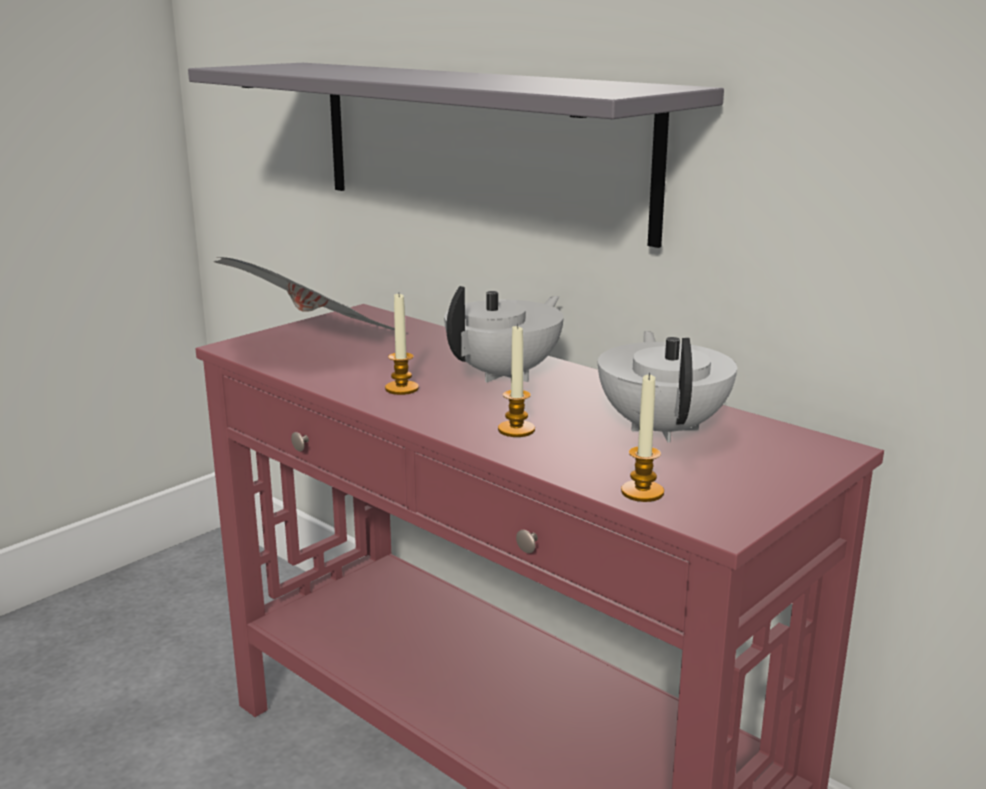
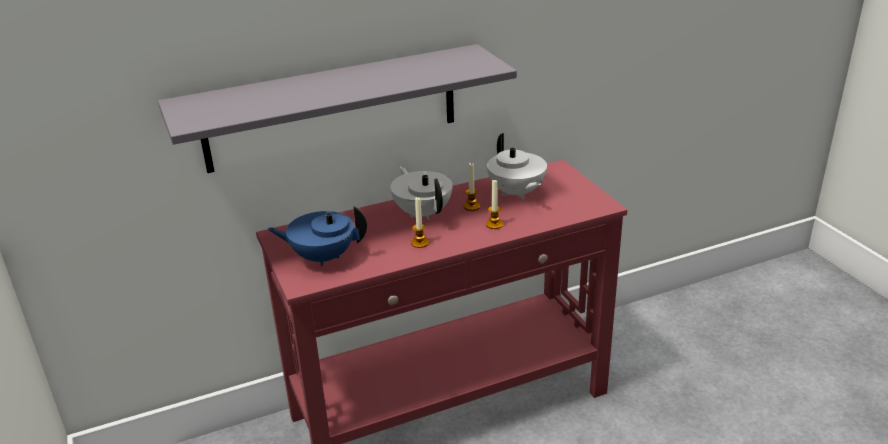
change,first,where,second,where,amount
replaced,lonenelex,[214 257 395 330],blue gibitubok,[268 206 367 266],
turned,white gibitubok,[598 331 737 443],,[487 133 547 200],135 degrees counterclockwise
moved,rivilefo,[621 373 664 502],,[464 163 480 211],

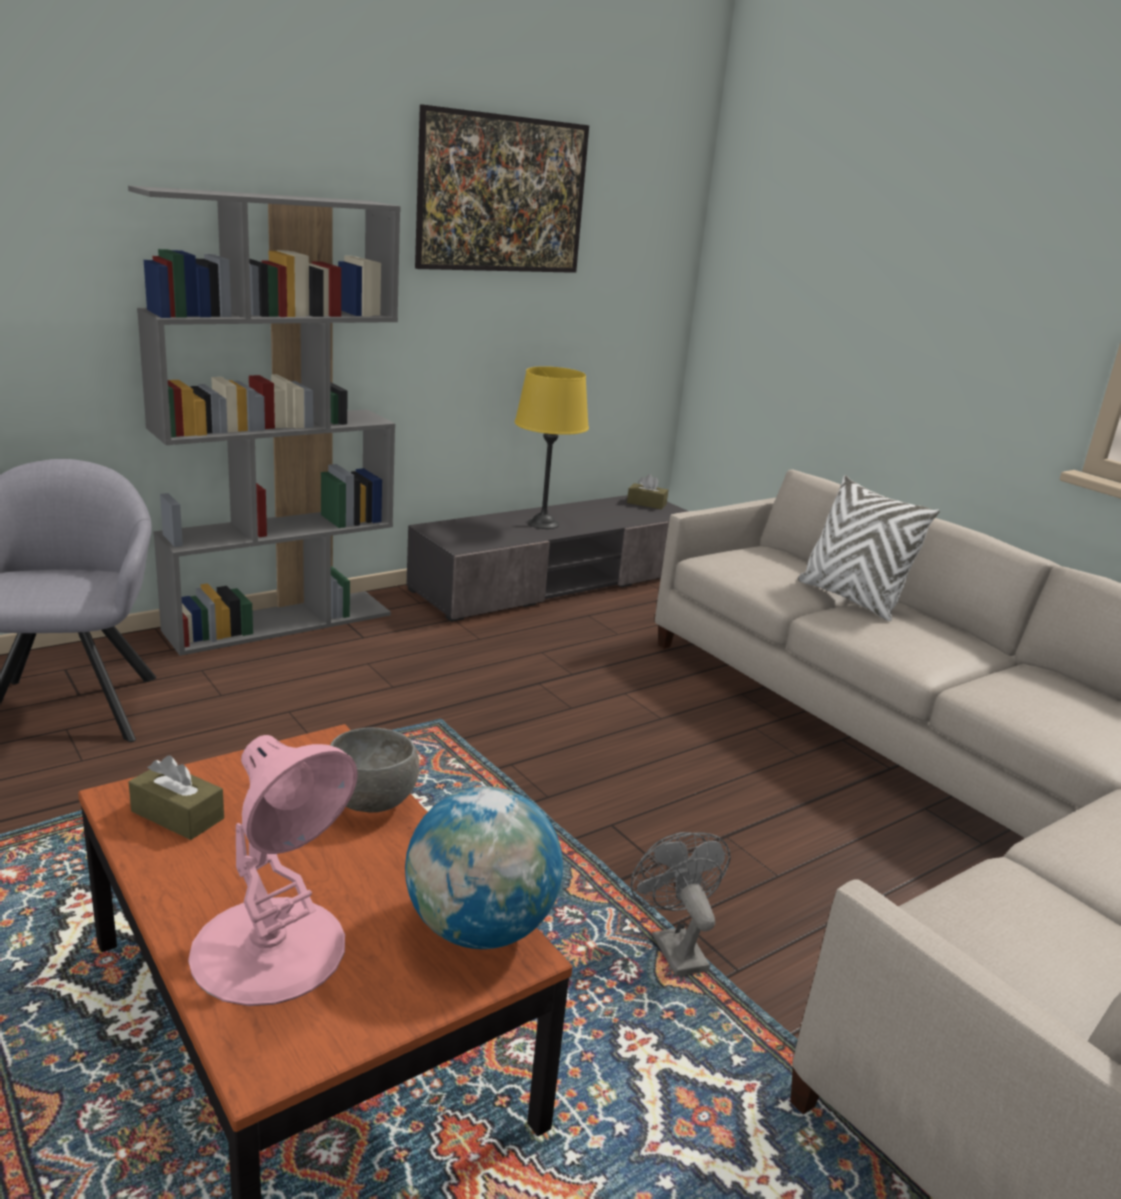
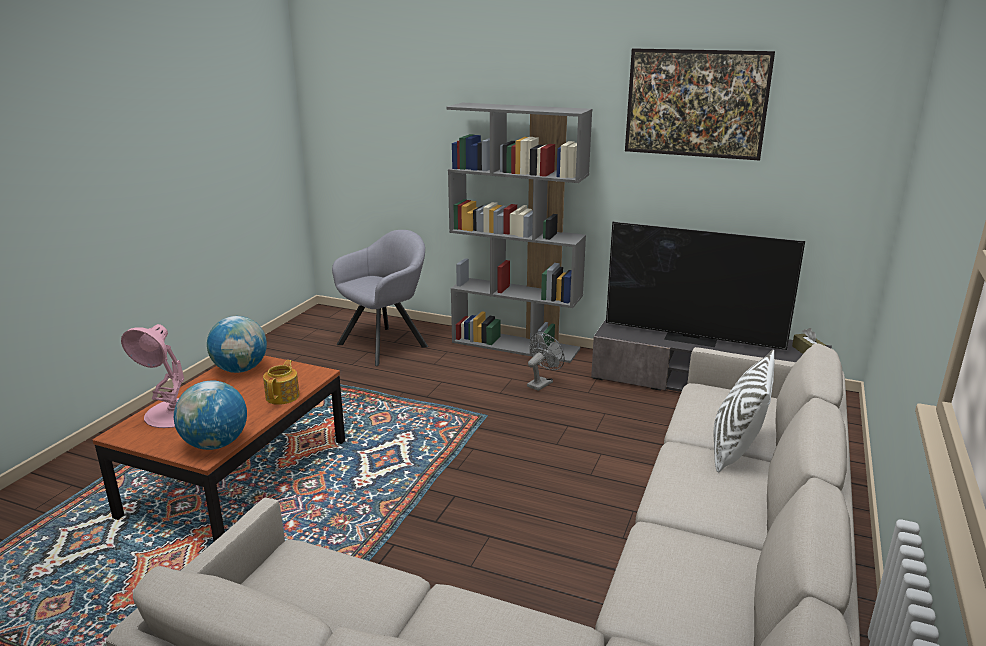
change,first,where,second,where,amount
replaced,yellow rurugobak,[515 366 589 529],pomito,[606 222 805 350],
replaced,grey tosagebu,[330 727 419 813],gibitubok,[263 360 300 405],
replaced,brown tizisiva,[129 755 224 840],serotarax,[207 316 267 373],
moved,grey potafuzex,[630 832 731 977],,[527 333 565 391],

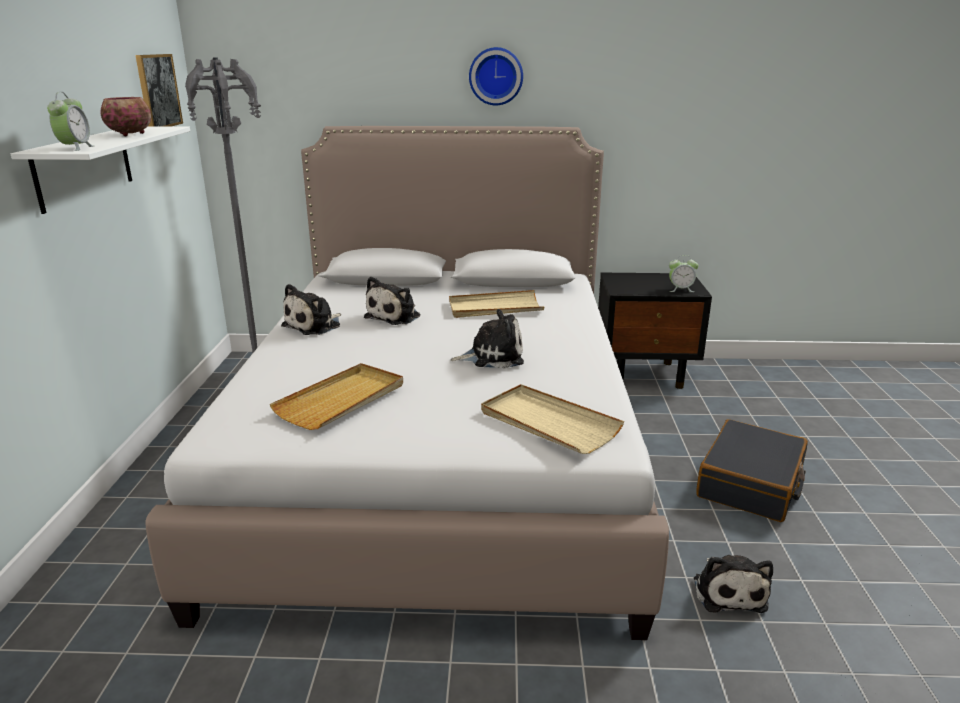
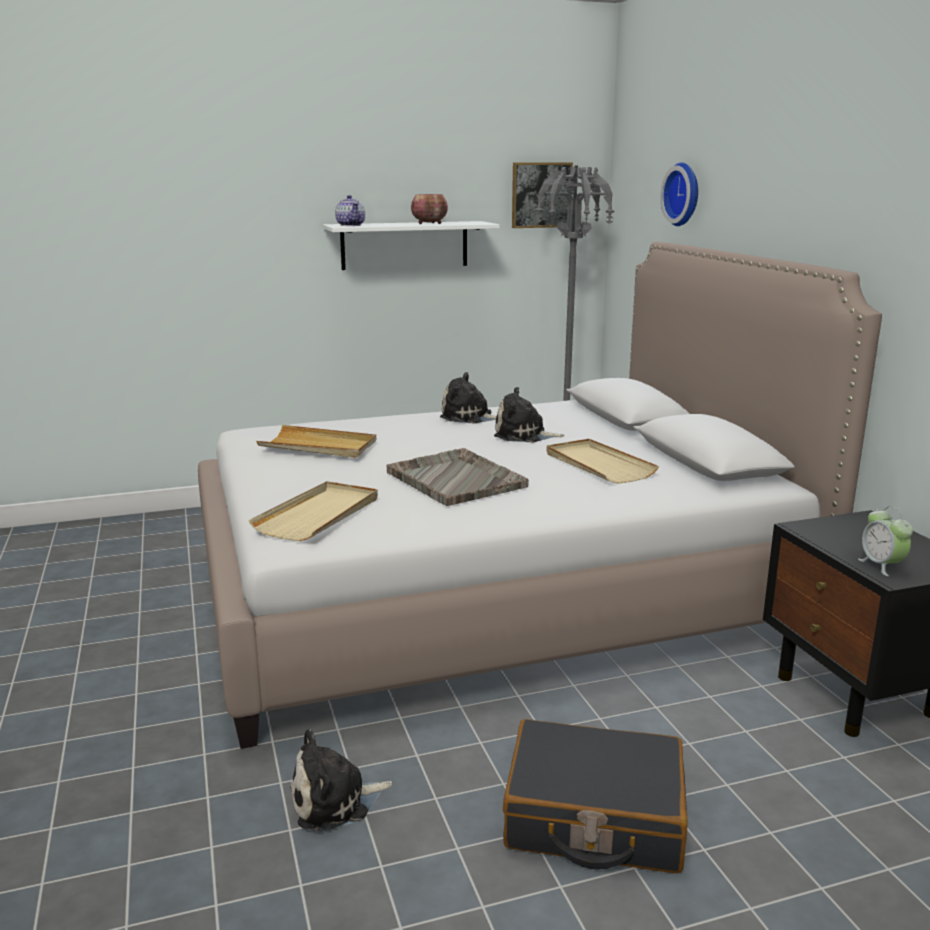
change,first,where,second,where,amount
moved,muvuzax,[469 47 523 106],,[660 162 698 226],
replaced,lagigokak,[47 92 93 151],gibitubok,[335 195 365 226],
replaced,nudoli,[451 309 524 368],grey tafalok,[386 448 529 506],

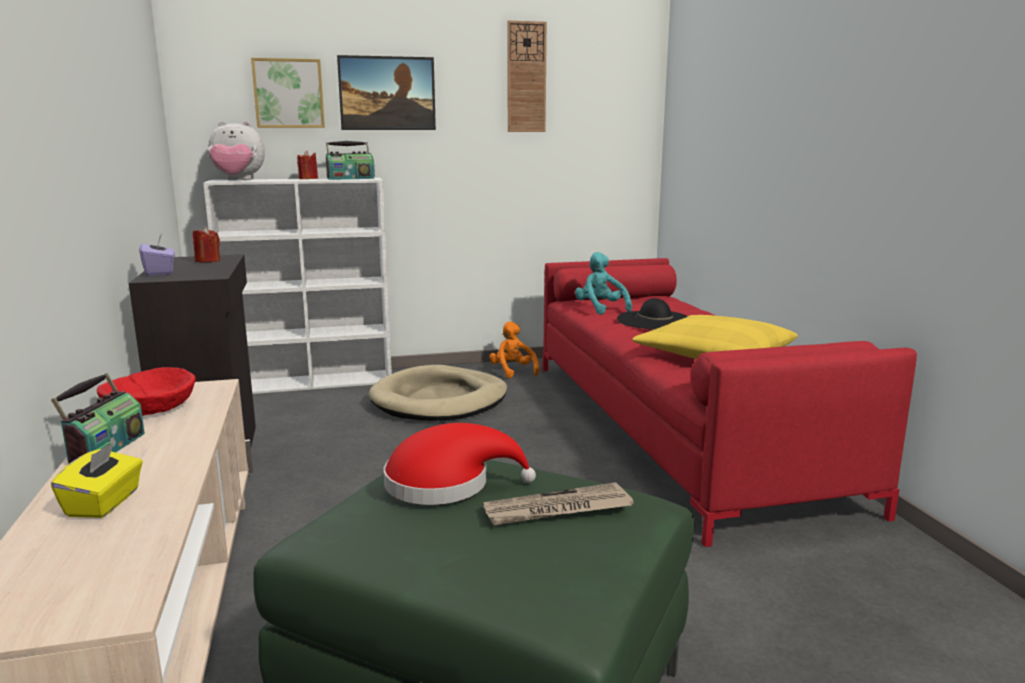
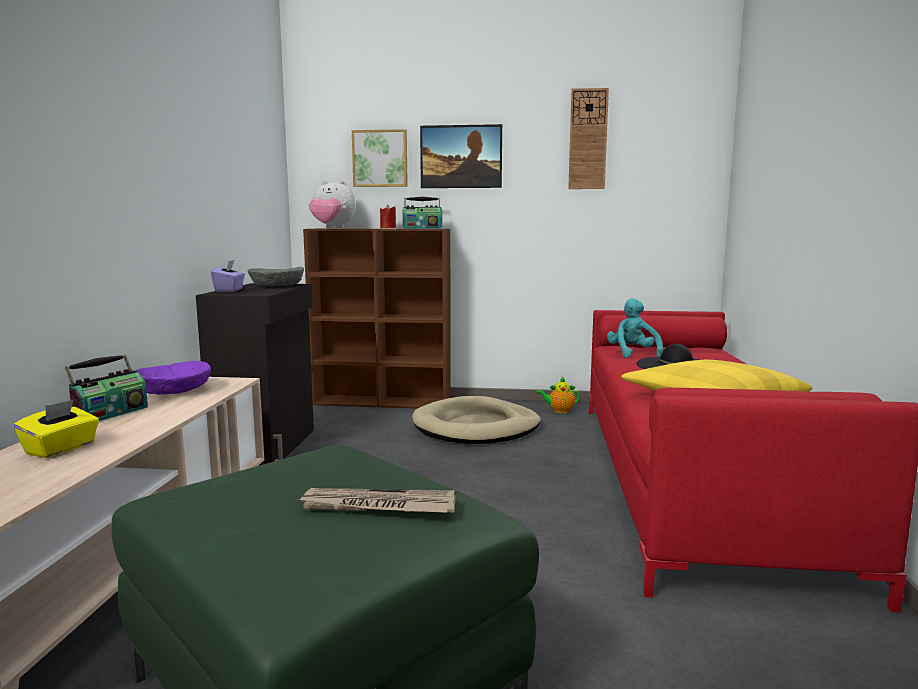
change,first,where,second,where,amount
recoloured,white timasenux,[203 178 392 394],brown timasenux,[303 229 451 409],
replaced,red rivilefo,[193 227 220 263],grey tosagebu,[247 267 304 286],
replaced,orange nudoli,[489 321 539 378],gibitubok,[536 377 580 413],
recoloured,red tosagebu,[97 367 196 416],purple tosagebu,[135 361 211 395],
removed,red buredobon,[384 423 536 505],,,

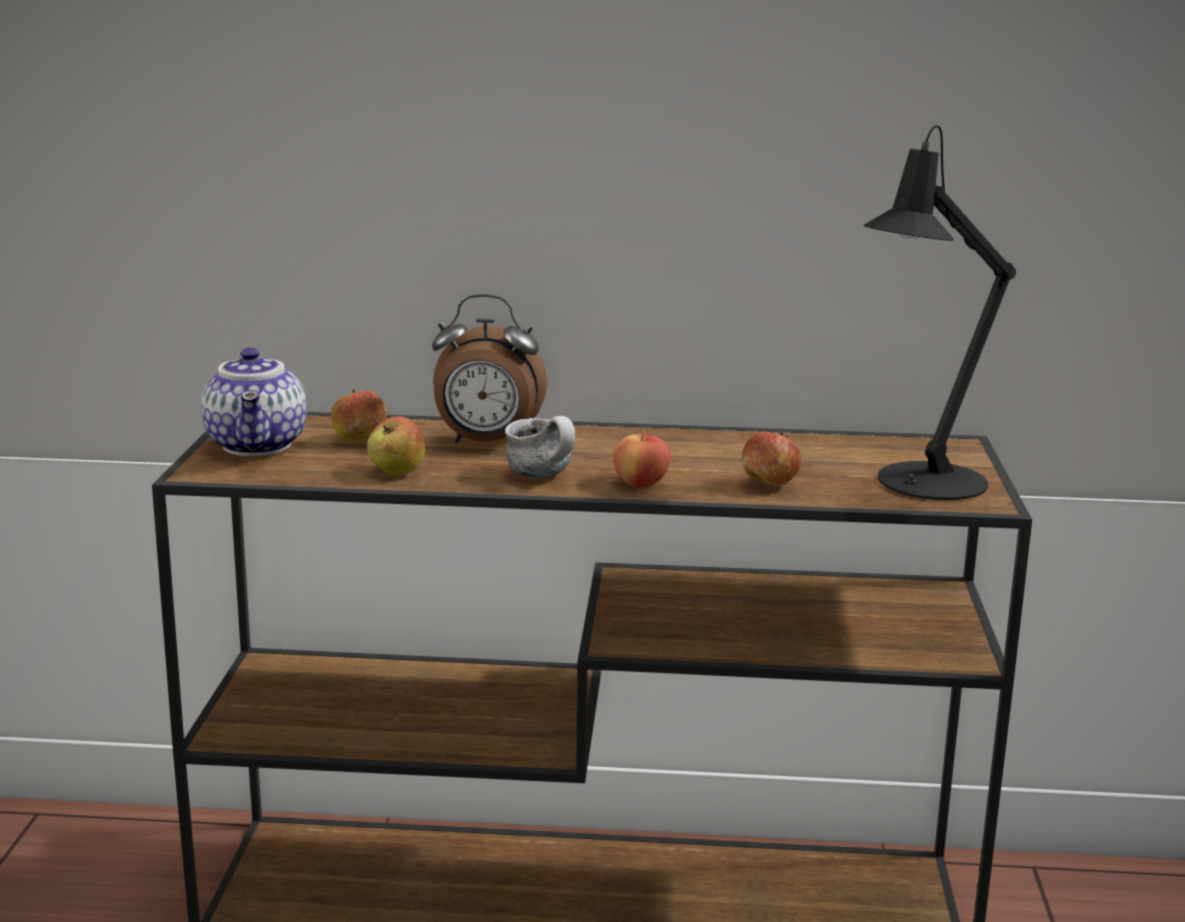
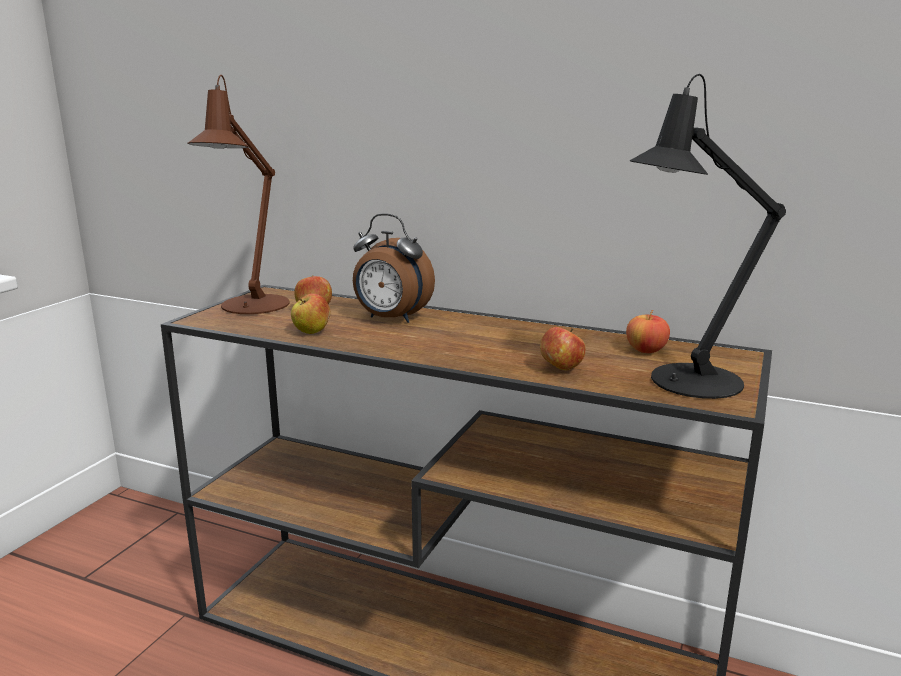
change,first,where,second,where,amount
replaced,gibitubok,[201 348 307 456],brown rurugobak,[188 75 289 314],
removed,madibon,[505 416 575 478],,,
moved,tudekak,[613 428 671 487],,[626 310 670 353],

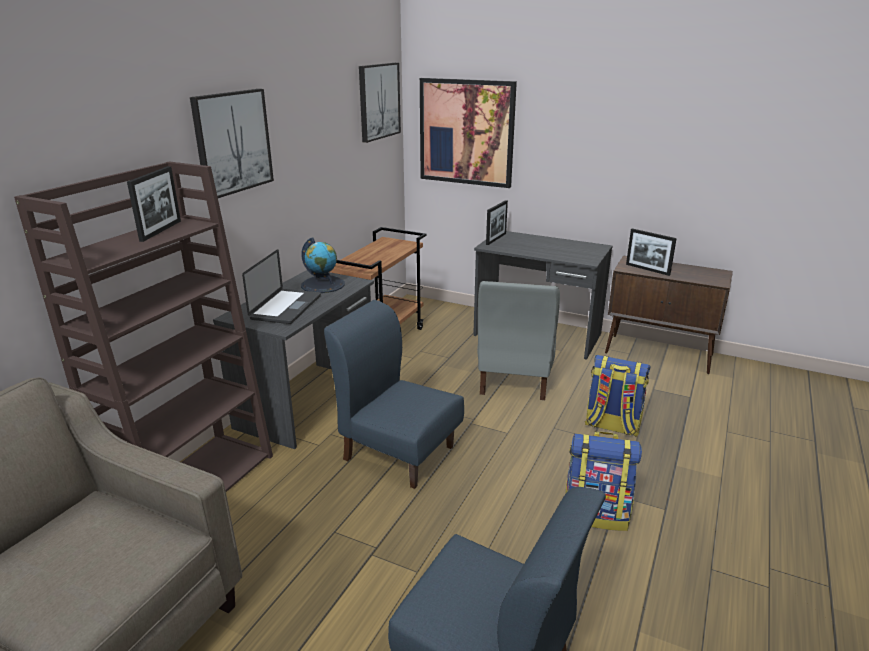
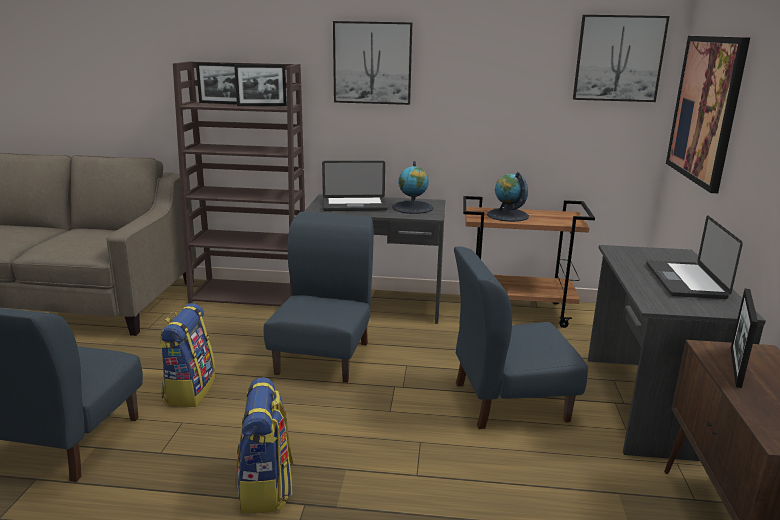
change,first,where,second,where,amount
moved,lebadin,[486 200 508 245],,[196 62 239 105],
recoloured,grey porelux,[477 281 560 400],blue porelux,[454 247 588 429],
moved,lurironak,[585 355 651 437],,[159 303 215 407],
added,,,serotarax,[487 172 529 222],
added,,,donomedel,[646 215 743 299],

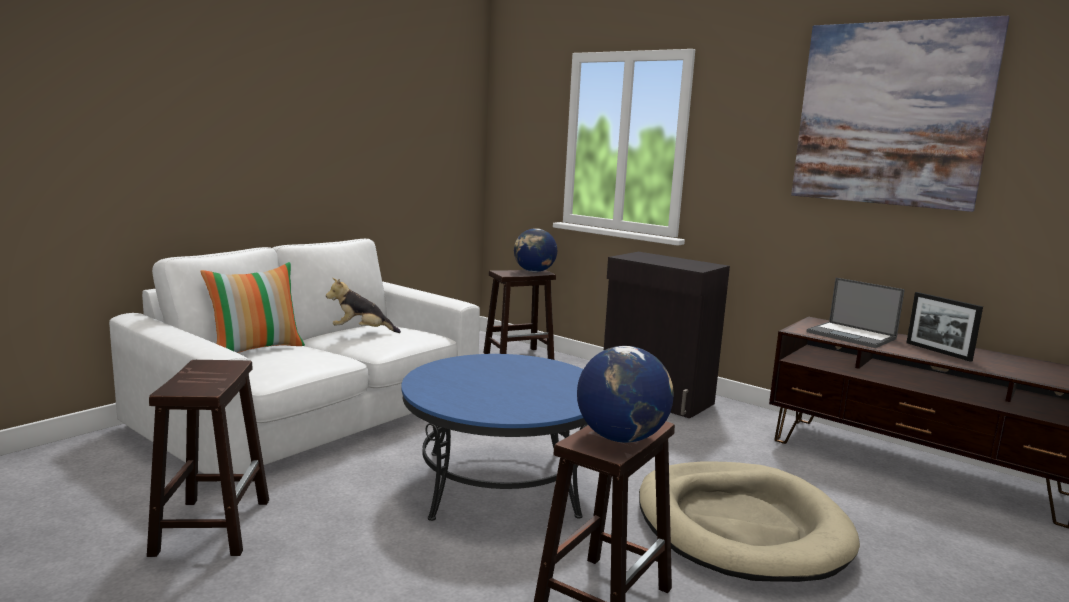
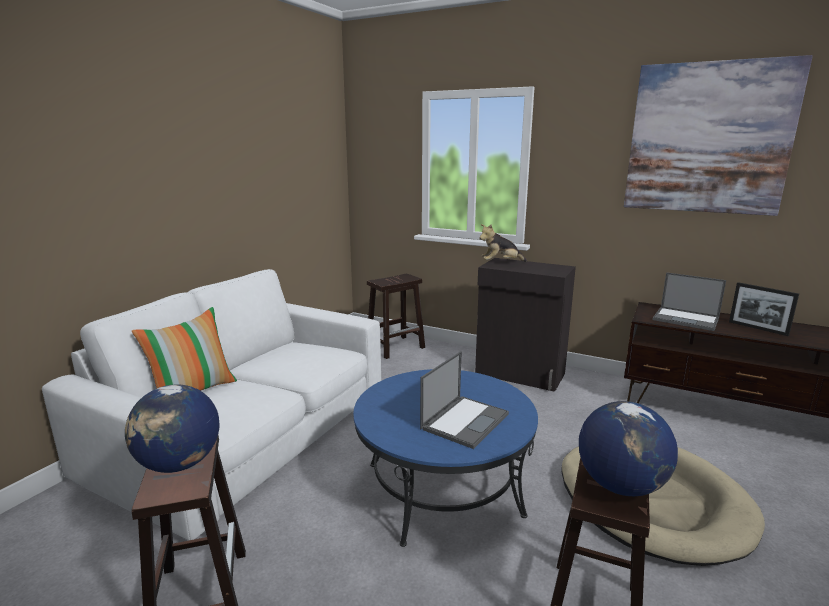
change,first,where,second,where,amount
moved,serotarax,[514 228 557 272],,[125 384 220 473],
moved,nudoli,[326 278 401 333],,[479 224 527 262],
added,,,donomedel,[420 351 509 449],

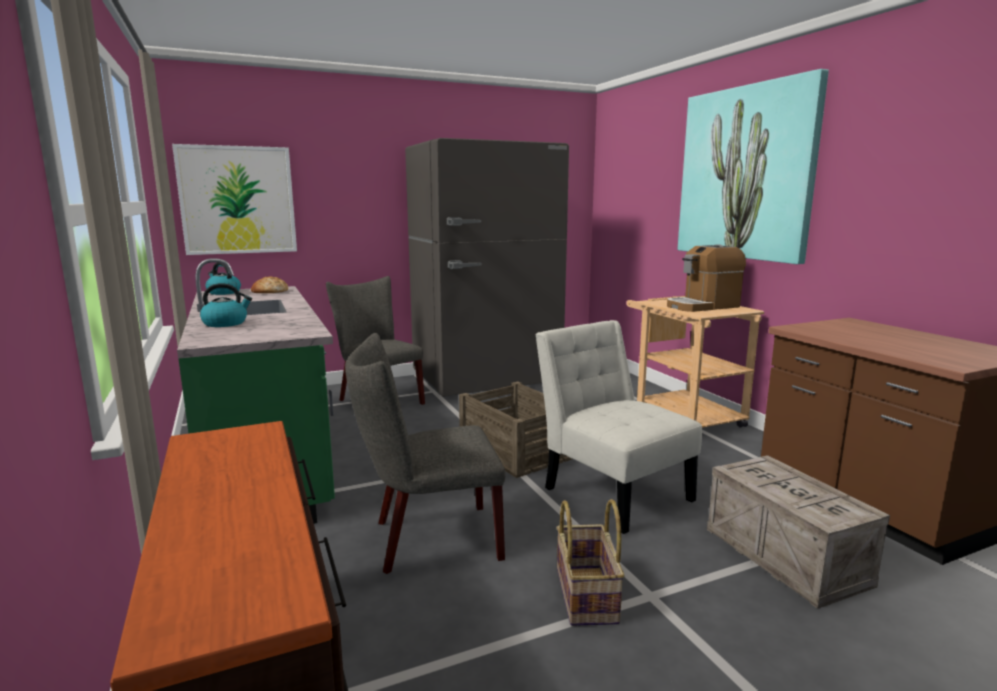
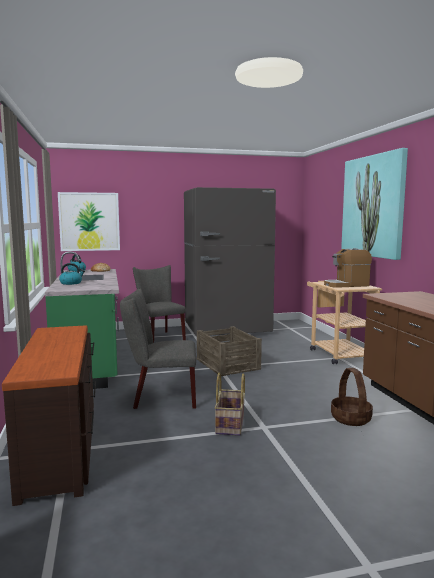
change,first,where,second,where,amount
removed,white porelux,[535 320 702 534],,,
replaced,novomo,[707 455 890 609],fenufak,[331 368 373 426],

